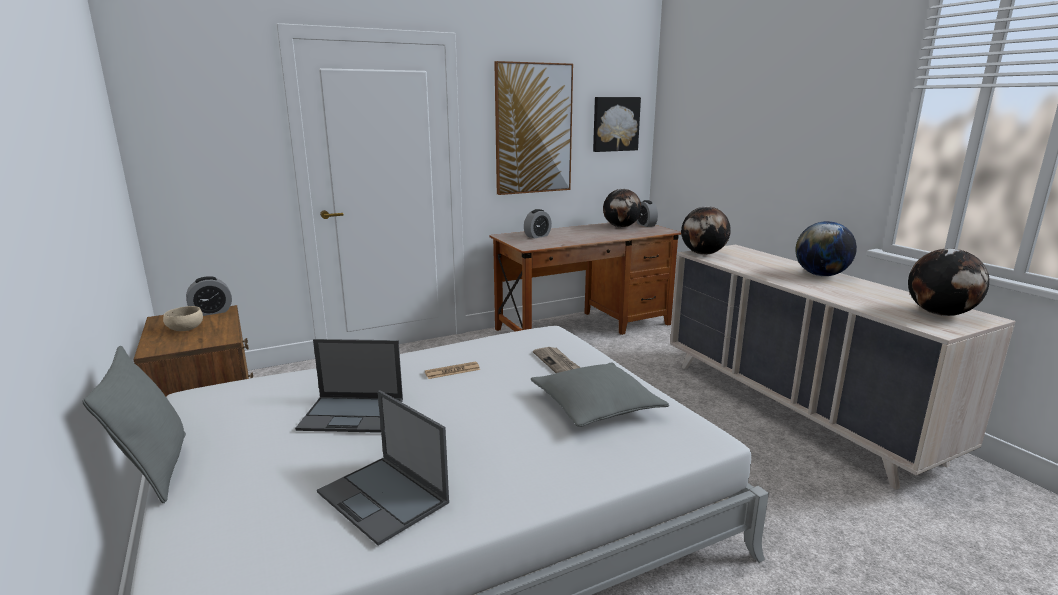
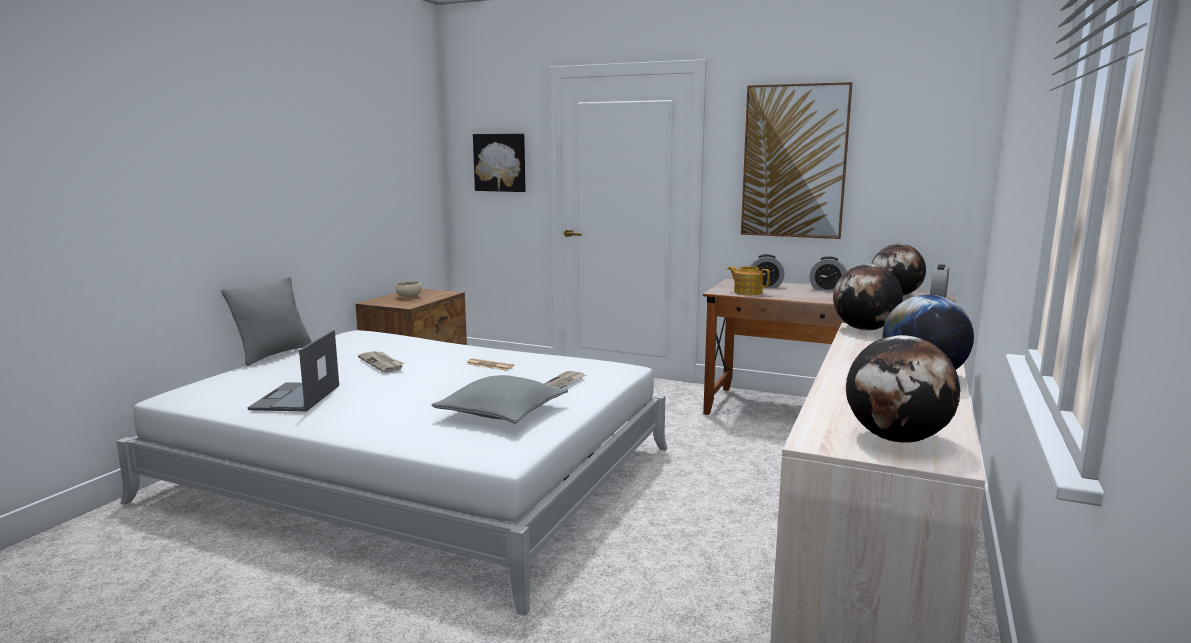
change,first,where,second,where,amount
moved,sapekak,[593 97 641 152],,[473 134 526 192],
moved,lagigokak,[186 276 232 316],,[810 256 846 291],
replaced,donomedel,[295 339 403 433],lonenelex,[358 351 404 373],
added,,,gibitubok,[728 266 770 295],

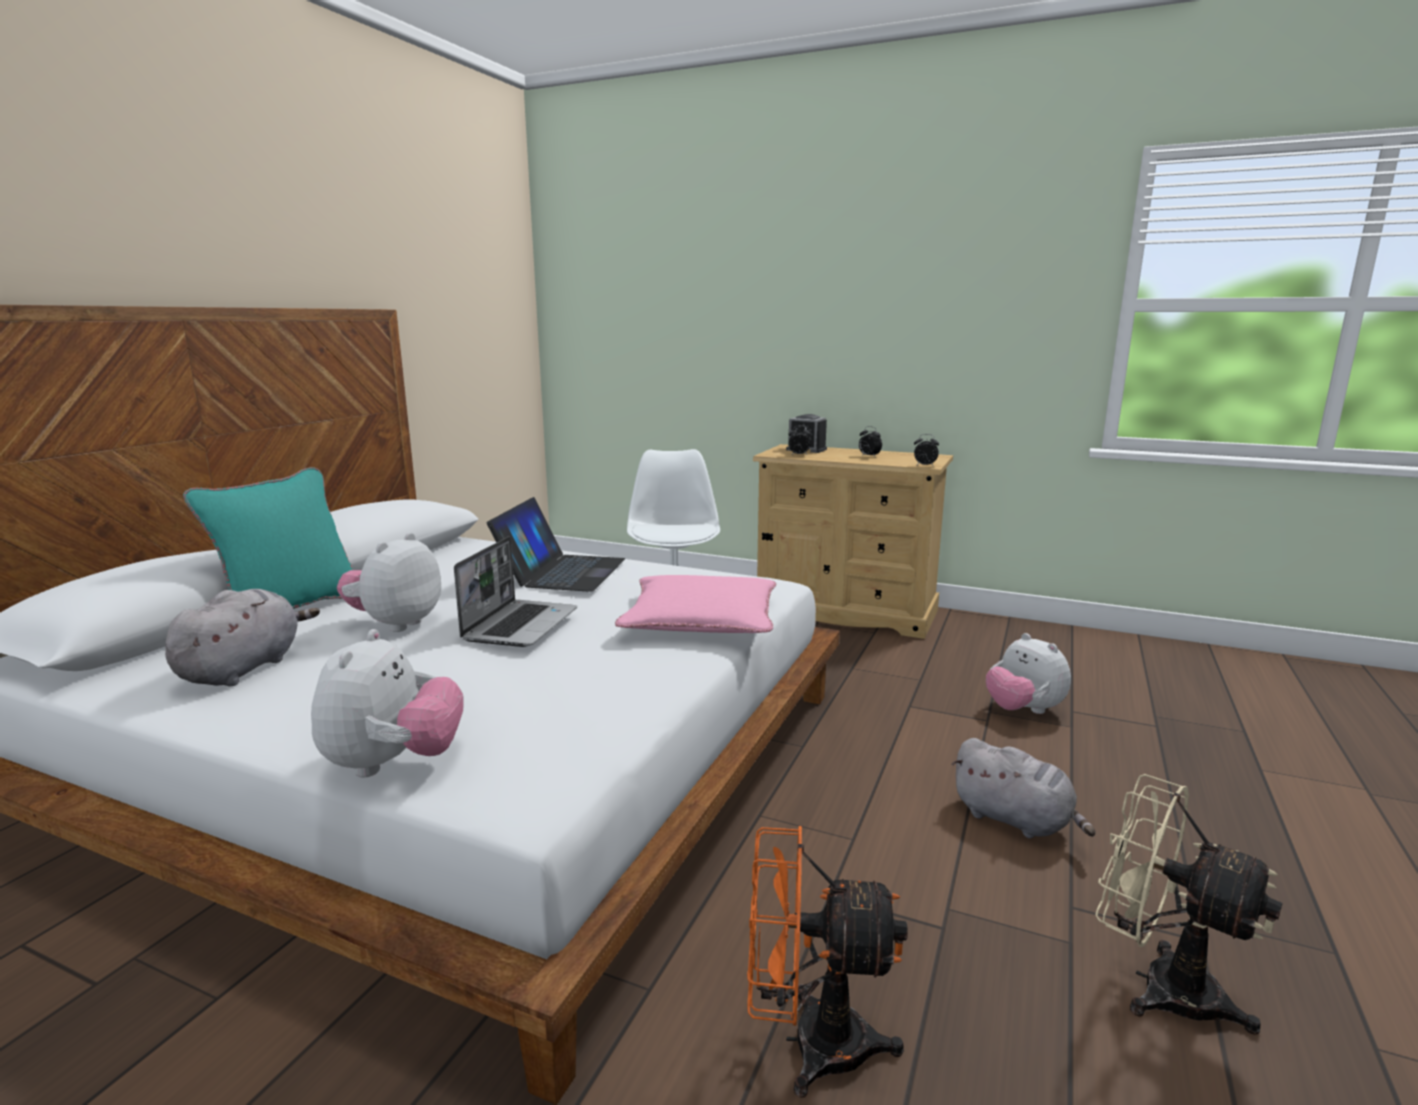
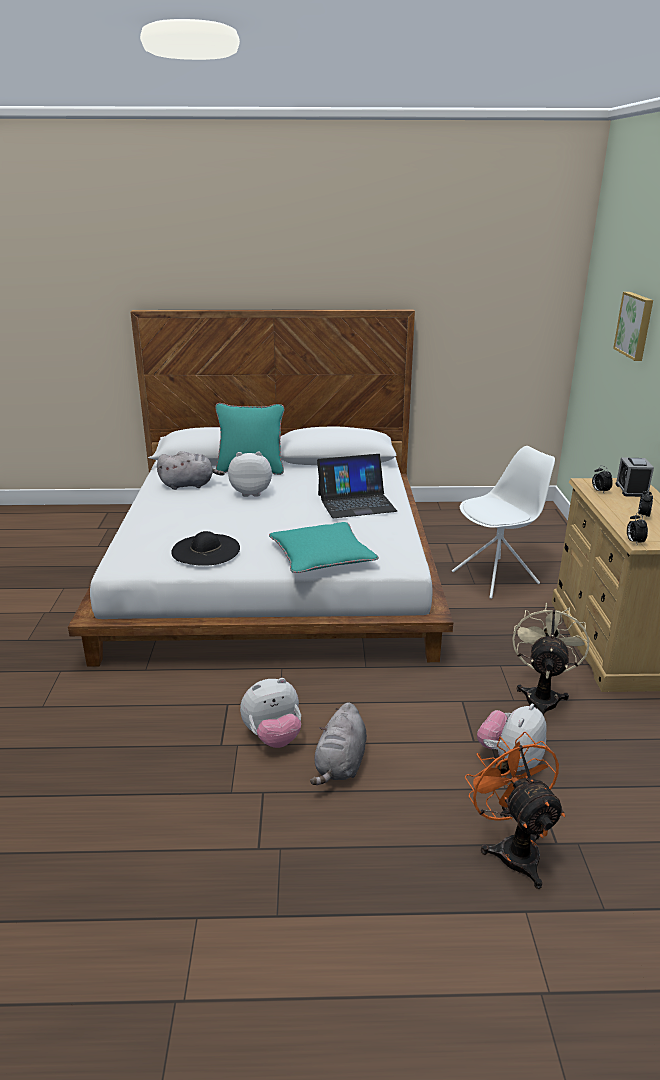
change,first,where,second,where,amount
removed,donomedel,[454 536 577 647],,,
recoloured,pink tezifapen,[615 575 776 633],turquoise tezifapen,[269 522 379 573],
moved,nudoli,[311 629 464 777],,[240 678 301 748],
moved,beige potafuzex,[1095 774 1282 1035],,[512 603 589 716],
moved,orange potafuzex,[747 826 908 1098],,[465 732 565 889],
added,,,sapekak,[613 292 653 361],
added,,,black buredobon,[171 531 240 566],

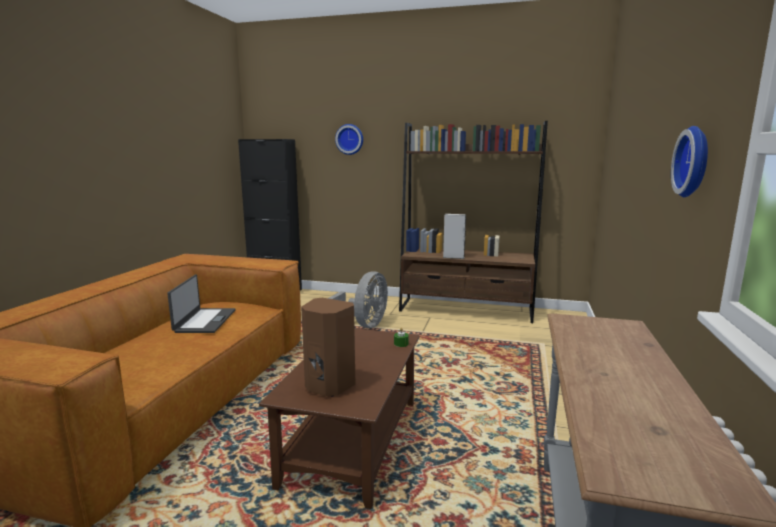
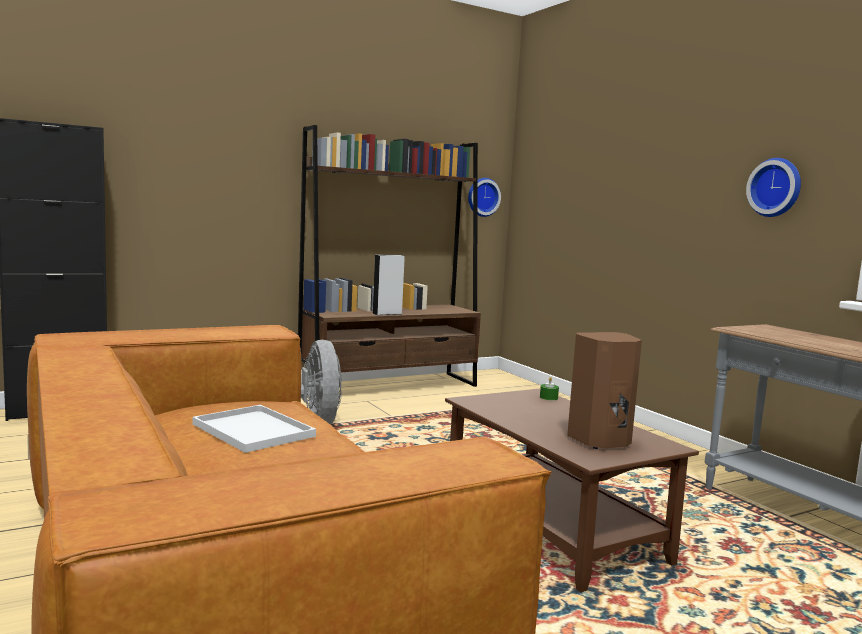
change,first,where,second,where,amount
moved,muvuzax,[335 124 363 155],,[468 178 501 217],
replaced,donomedel,[167 274 235 333],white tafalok,[193 405 316 453],

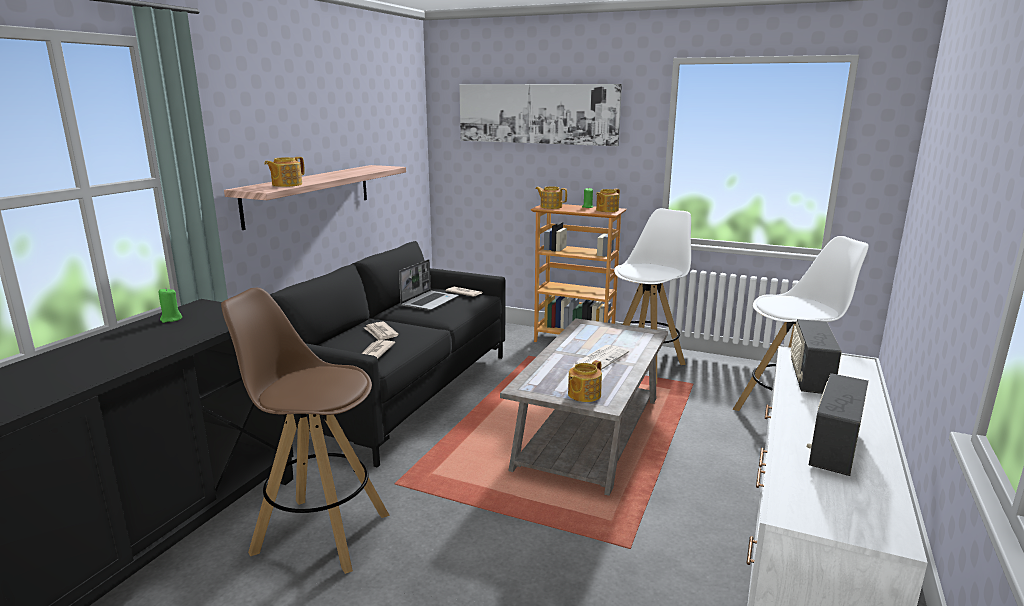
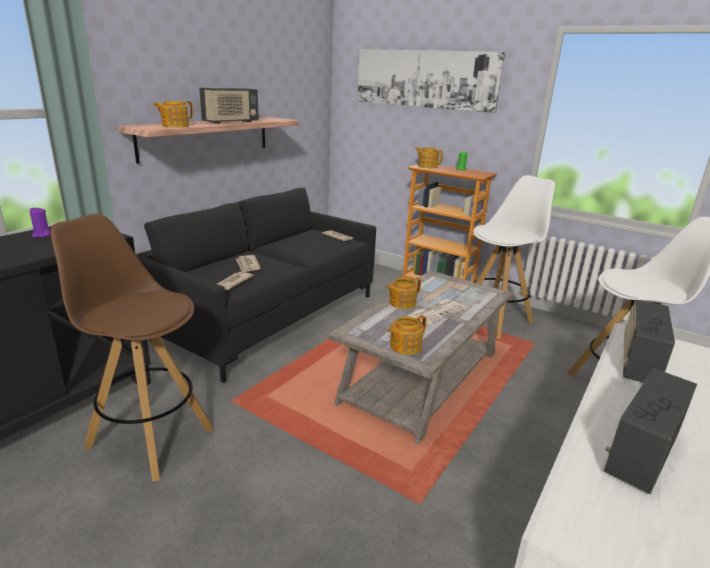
change,first,where,second,where,amount
moved,gibitubok,[596 189 620 212],,[386 277 421 309],
removed,donomedel,[399 259 459 311],,,
recoloured,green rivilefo,[159 288 182 323],purple rivilefo,[30 207 51 238],
added,,,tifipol,[199 88 259 124],

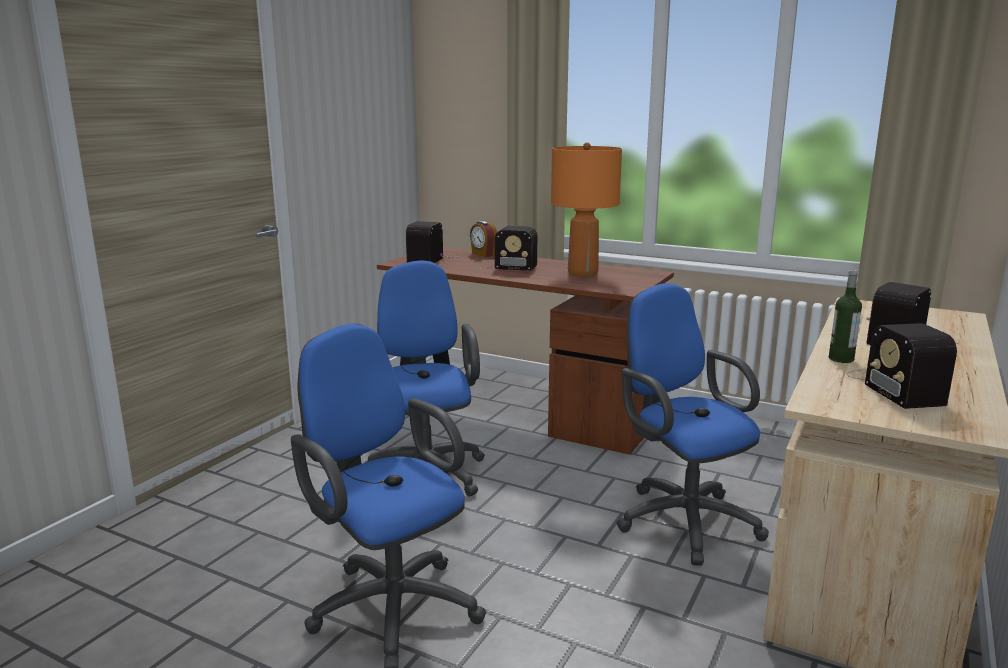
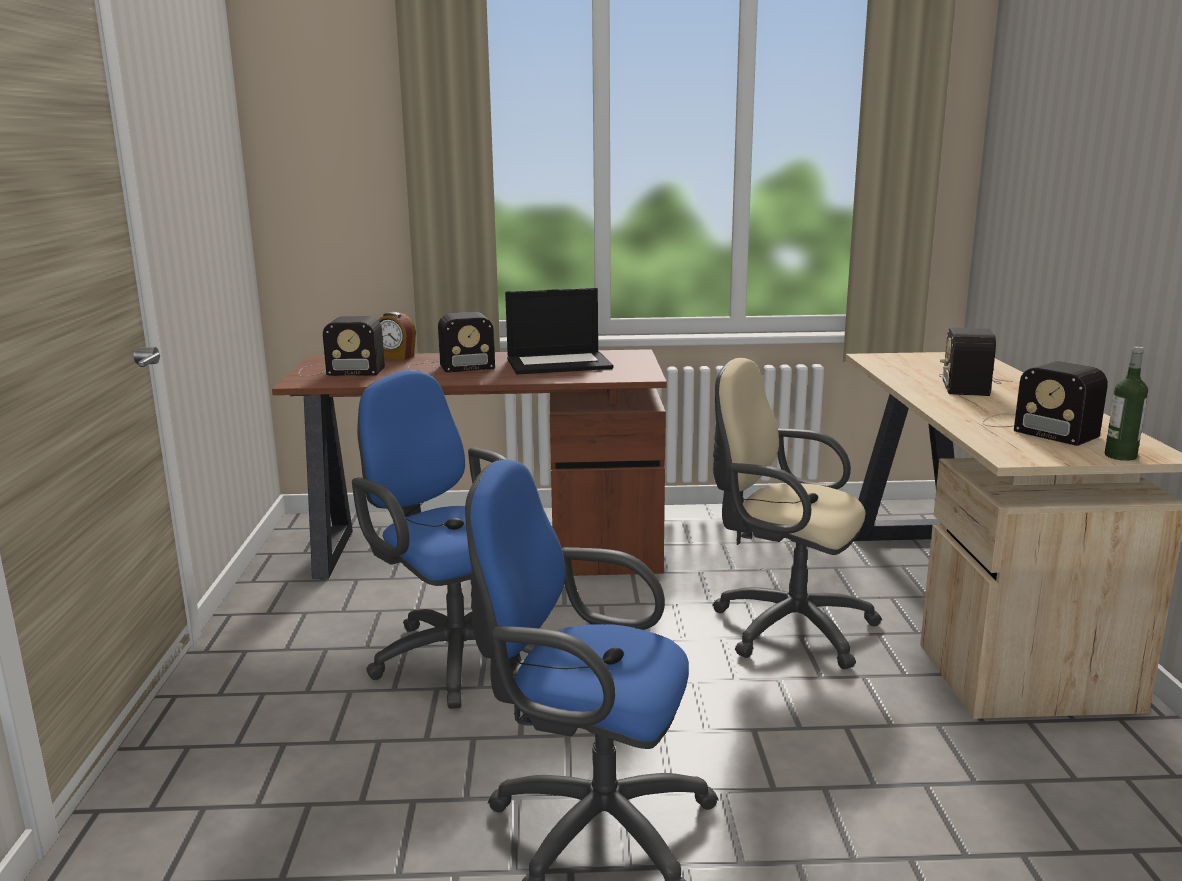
change,first,where,second,where,amount
replaced,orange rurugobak,[551 142 622 277],donomedel,[505 288 613 375],
turned,tifipol,[405 221 462 263],,[298 316 385 377],75 degrees counterclockwise
moved,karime,[829 270 862 363],,[1105 346 1148 461],
recoloured,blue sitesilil,[617 283 769 566],beige sitesilil,[712 358 882 669],

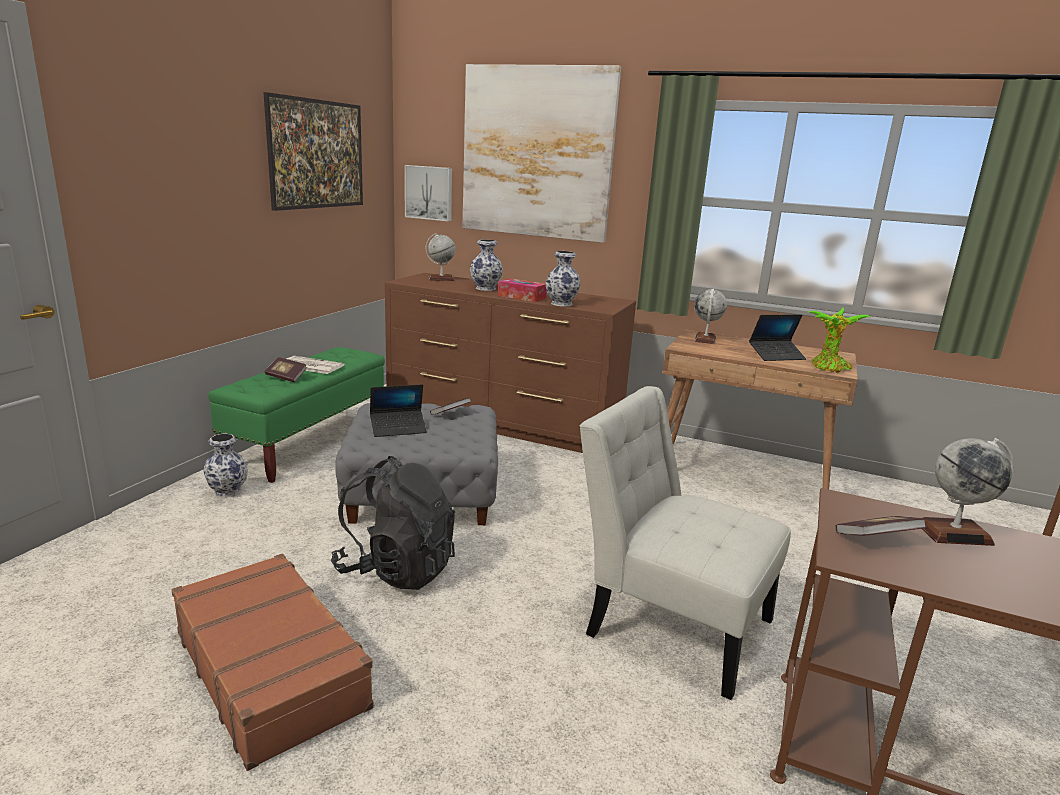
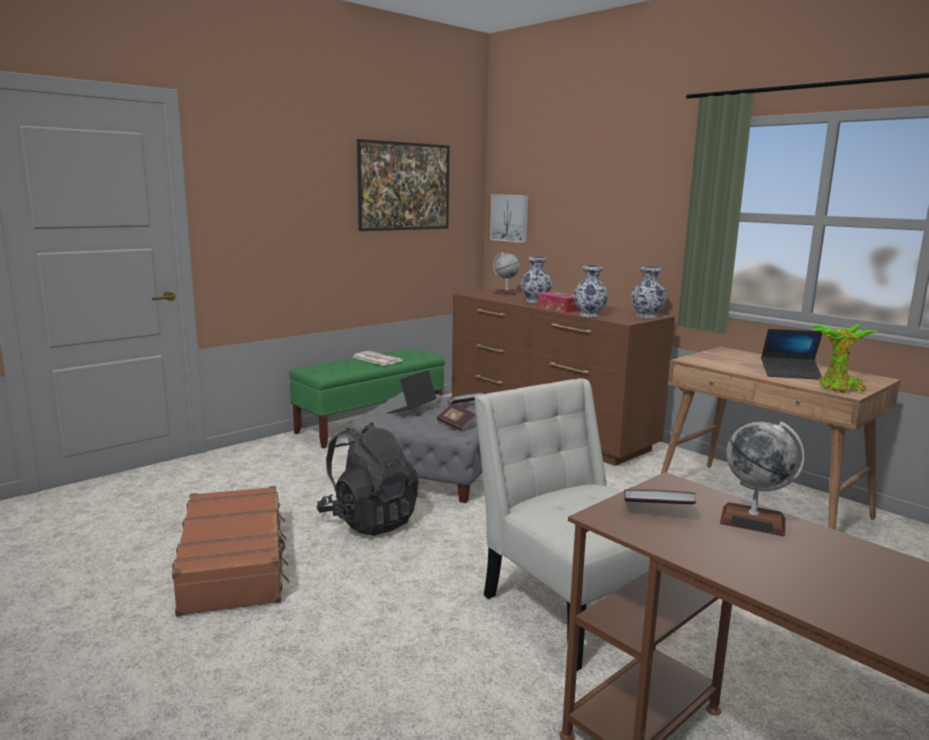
change,first,where,second,where,amount
removed,sapekak,[462 64 621 243],,,
removed,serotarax,[694 289 727 344],,,
moved,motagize,[265 357 307 382],,[437 404 477 431],
turned,donomedel,[370 384 427 437],,[388 370 437 414],120 degrees clockwise
moved,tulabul,[203 433 248 498],,[631 266 666 318],

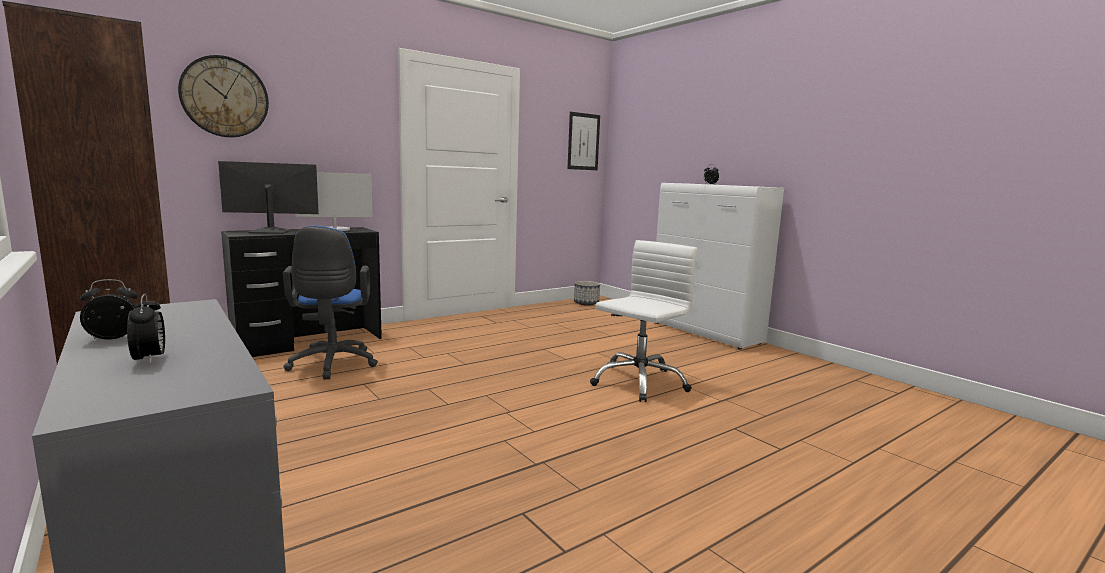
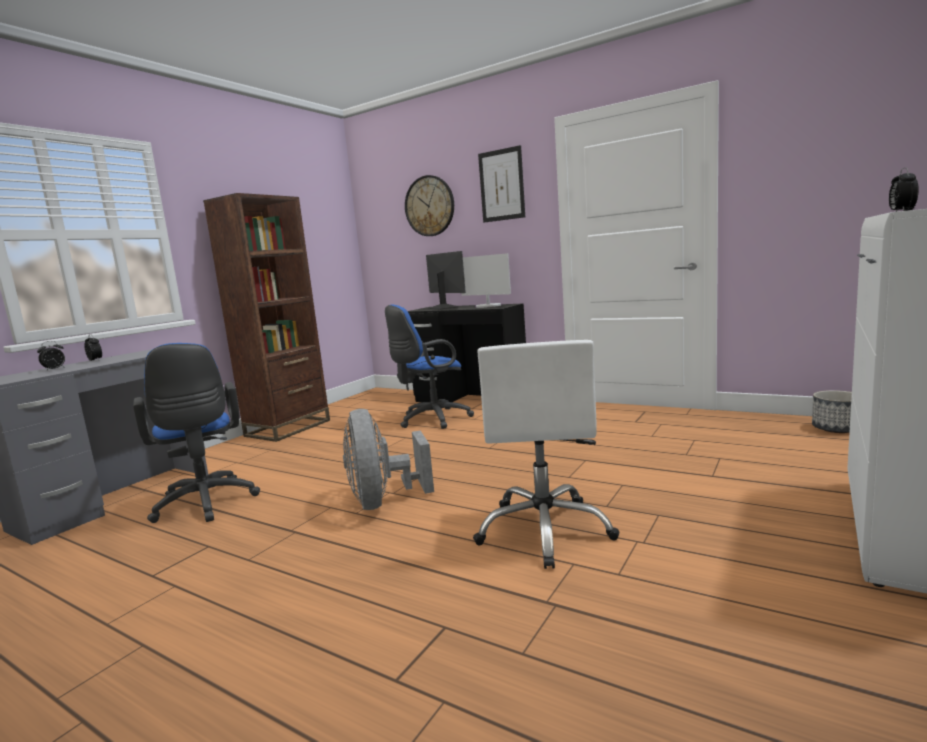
change,first,where,second,where,amount
moved,sapekak,[567 112 600 170],,[478 145 525 223],
turned,white sitesilil,[590 240 697 402],,[473 340 620 569],75 degrees clockwise
added,,,blue sitesilil,[133 343 260 523],
added,,,grey potafuzex,[343 409 434 510],

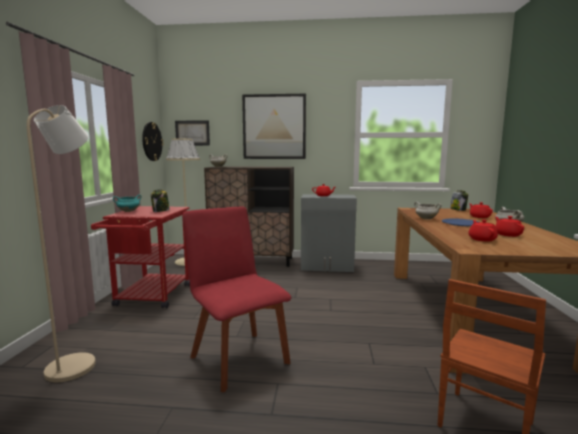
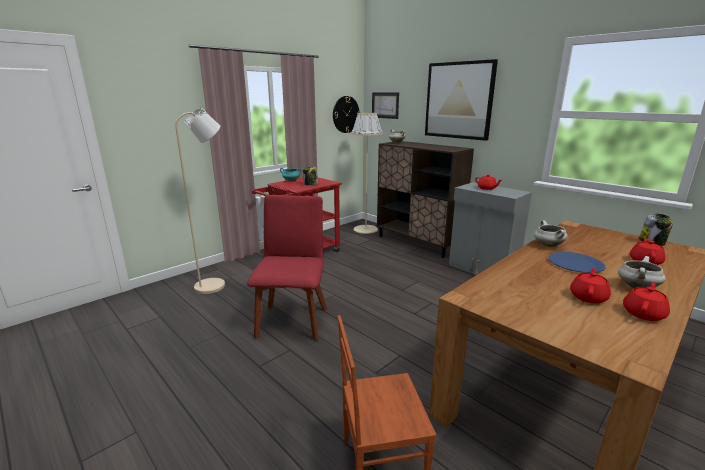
change,first,where,second,where,amount
moved,red gibitubok,[468 220 498 241],,[623 282 670 321],

